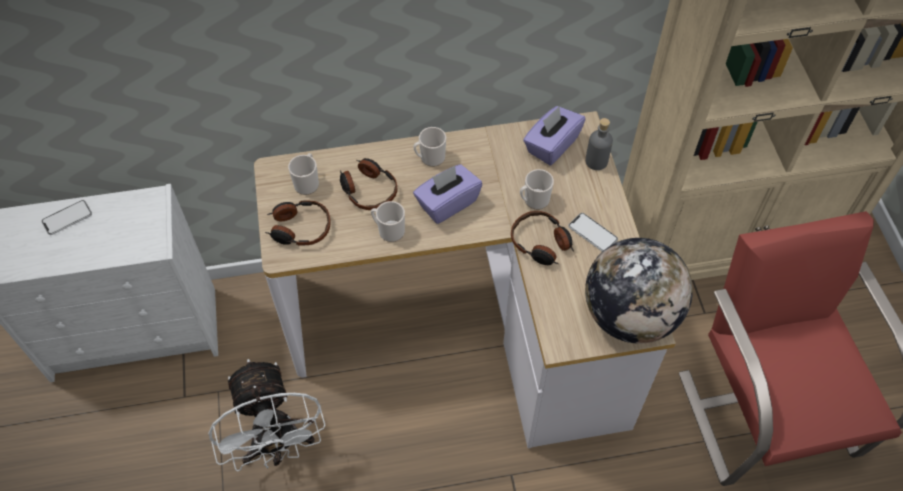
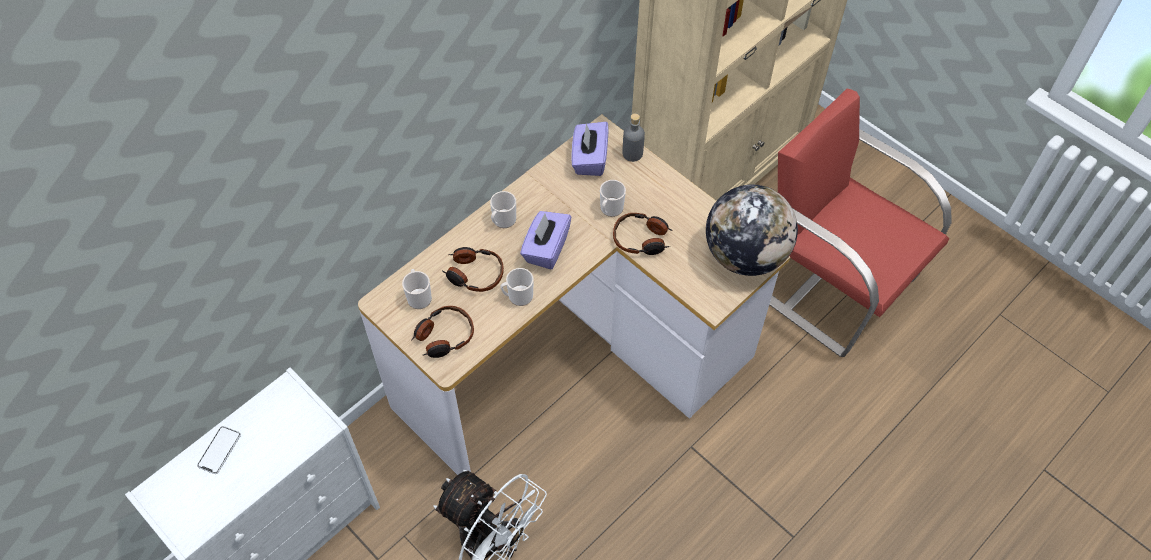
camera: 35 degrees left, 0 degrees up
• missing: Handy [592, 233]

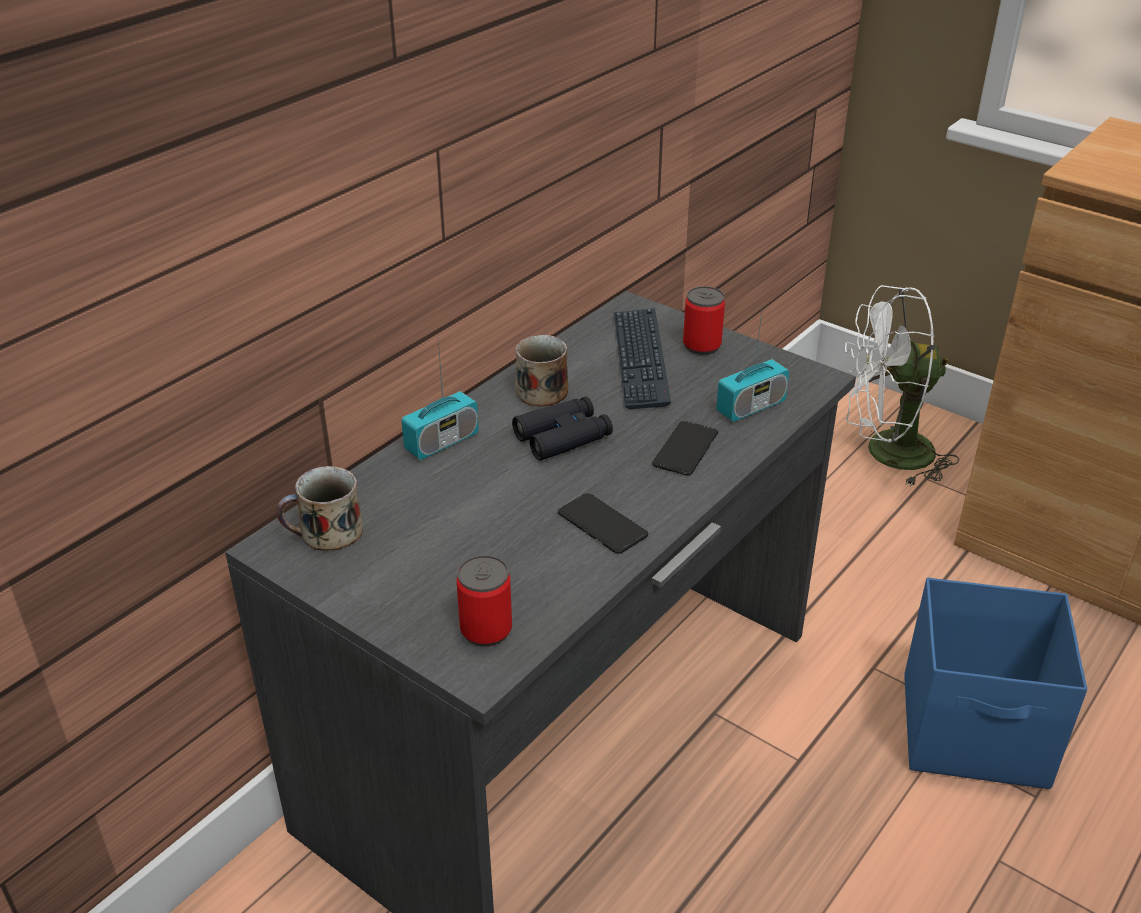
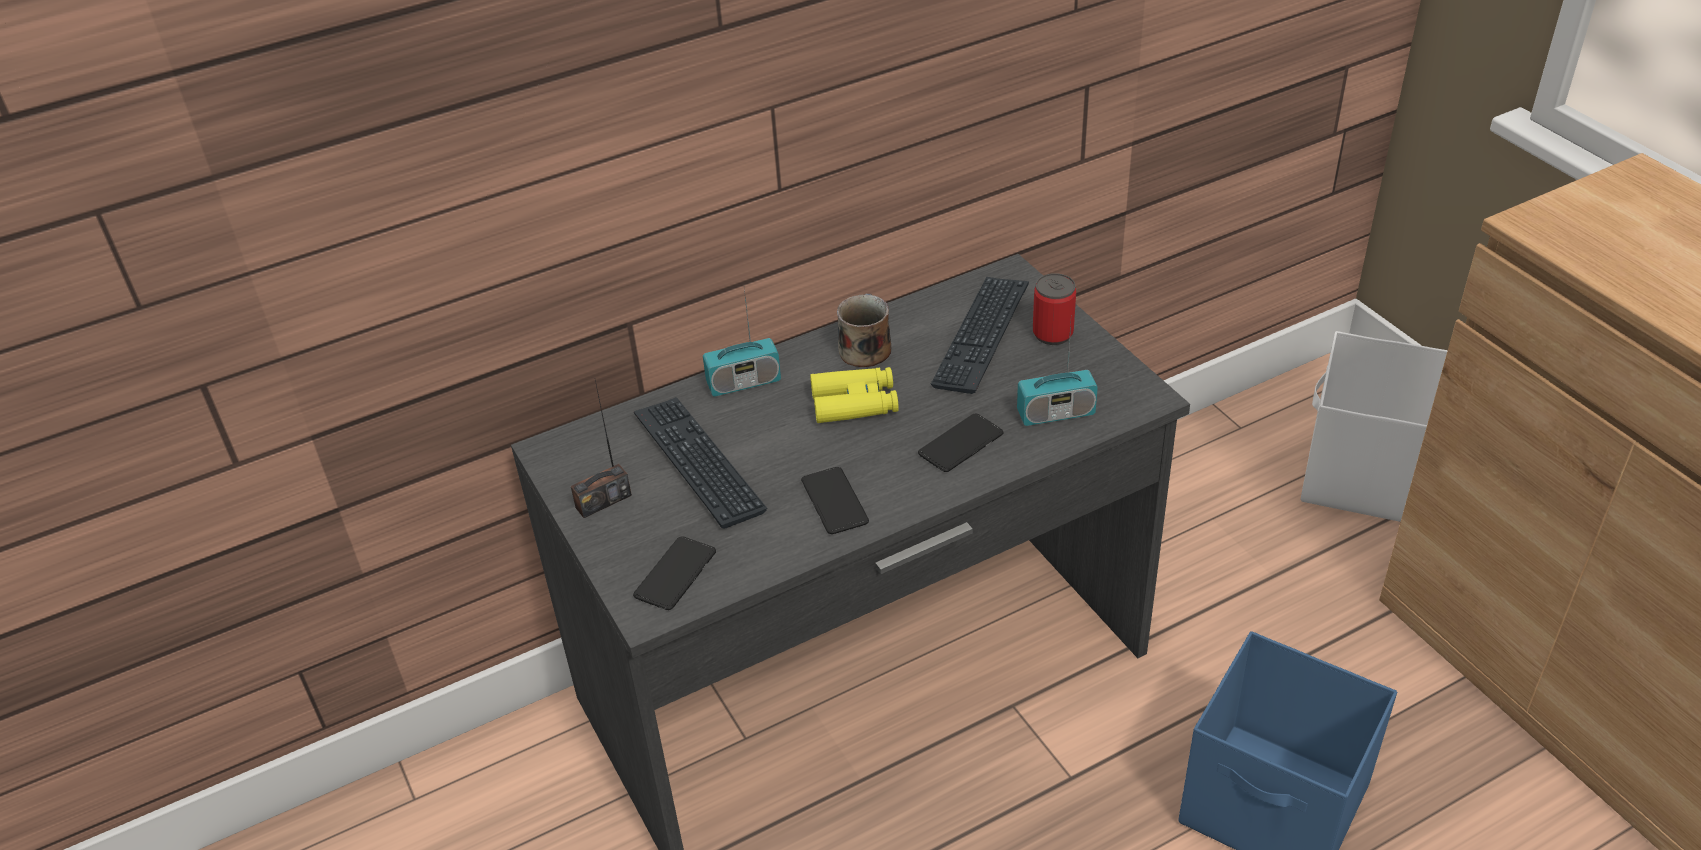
camera: 25 degrees right, 5 degrees up
• missing: Henkelbecher [328, 532]
• appeared: Radio [603, 501]
• appeared: Tastatur [698, 463]
• exchanged: Dose [486, 630] to Handy [675, 574]
• exchanged: Ventilator (weiß) [886, 454] to Aufbewahrungsbox (weiß) [1363, 476]
• colour: Fernglas (schwarz) [563, 437] to Fernglas (gelb) [855, 403]

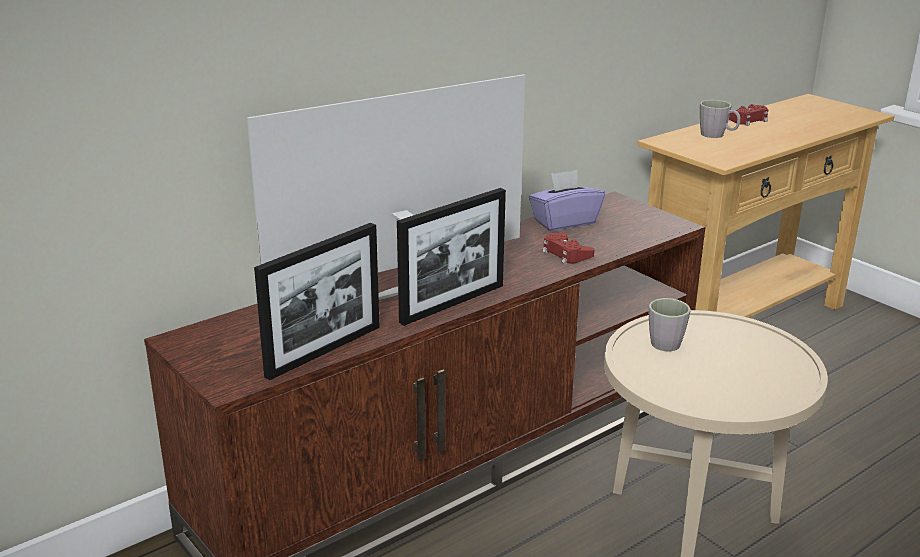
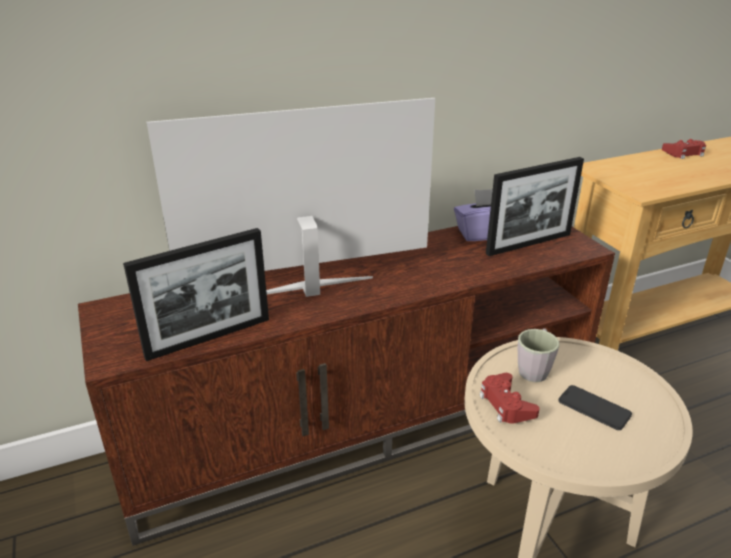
camera: 15 degrees right, 5 degrees up
• missing: Henkelbecher (grau) [717, 135]
• appeared: Handy [594, 408]
• relocated: Bilderrahmen [452, 303] to [528, 244]
• relocated: Gamepad (rot) [566, 254] to [506, 404]

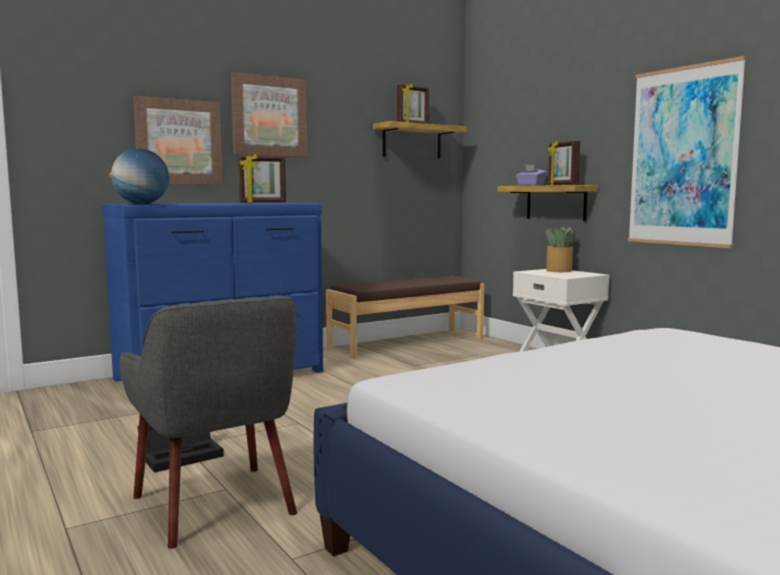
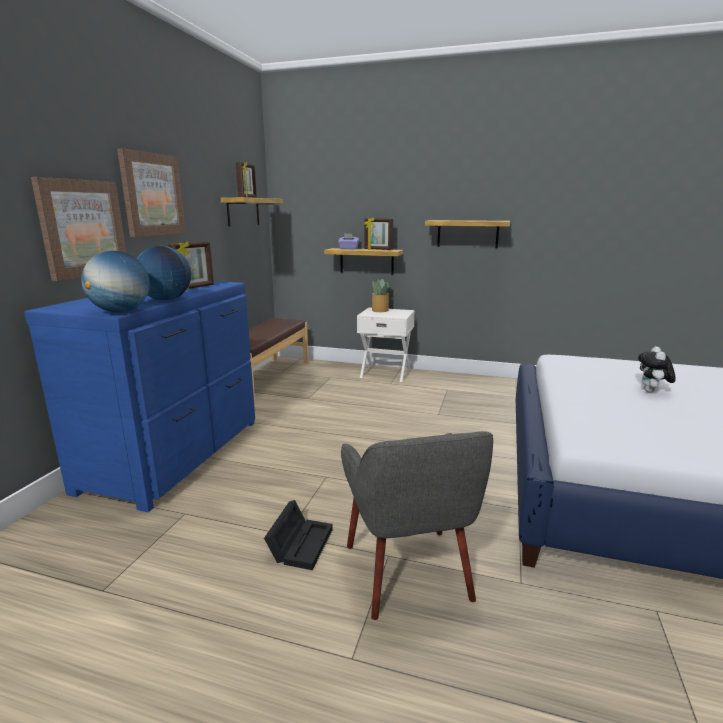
camera: 40 degrees left, 10 degrees up
• appeared: Globus [166, 299]
• appeared: Plüschtier [652, 391]
• exchanged: Bild [683, 156] to Wandregal [467, 234]
• spun: Sessel (grau) [216, 505] = [409, 572] 60 degrees clockwise

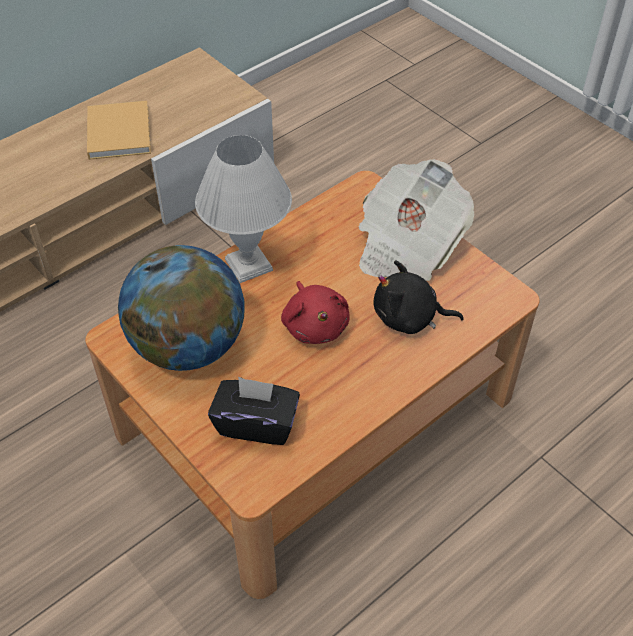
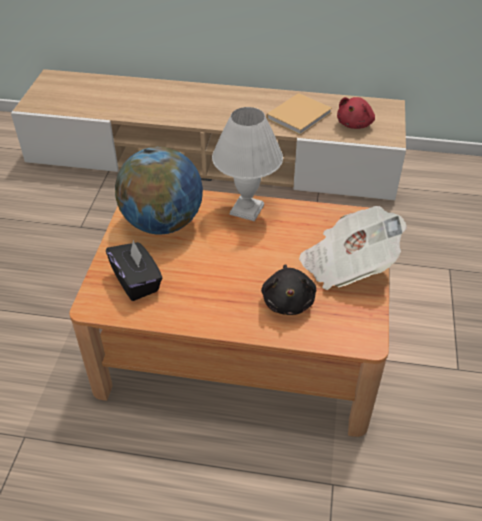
camera: 50 degrees right, 5 degrees down
• relocated: Plüschtier (rot) [315, 325] to [355, 124]
• spun: Plüschtier (schwarz) [409, 318] = [288, 301] 150 degrees counterclockwise

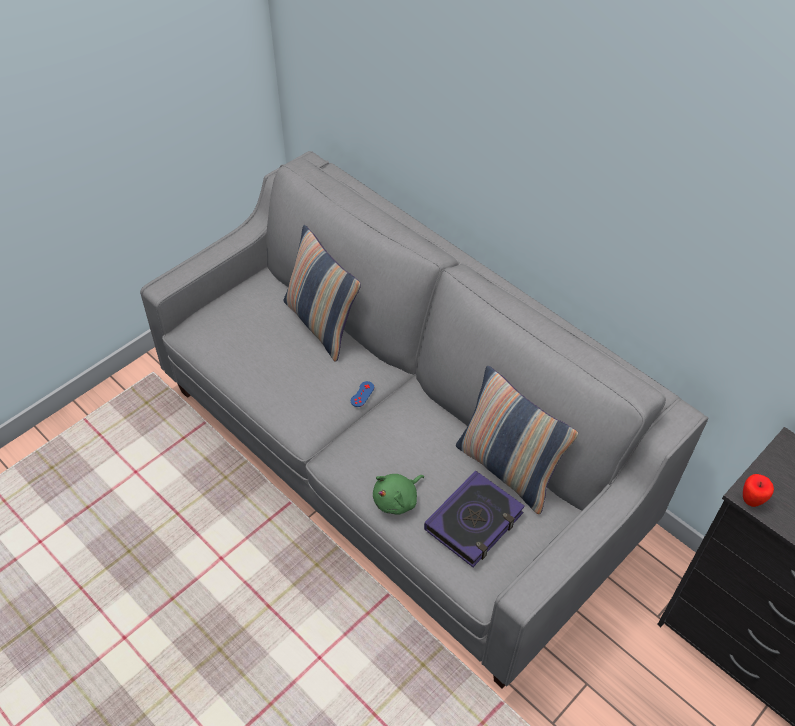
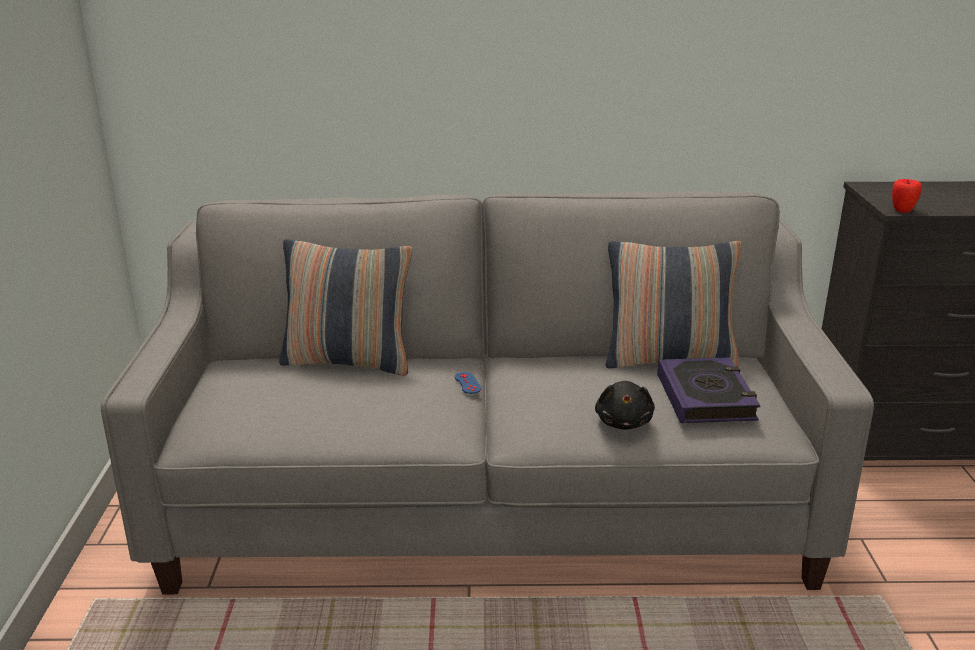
camera: 45 degrees left, 25 degrees down
• colour: Plüschtier (grün) [397, 499] to Plüschtier (schwarz) [624, 422]

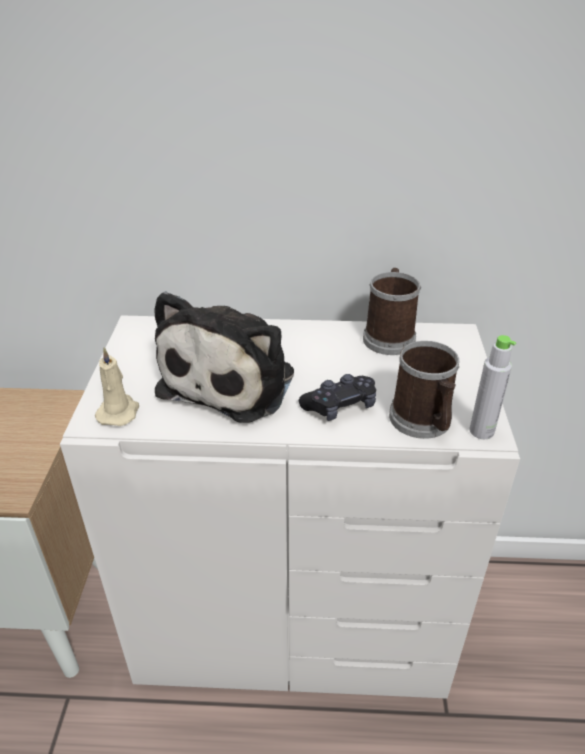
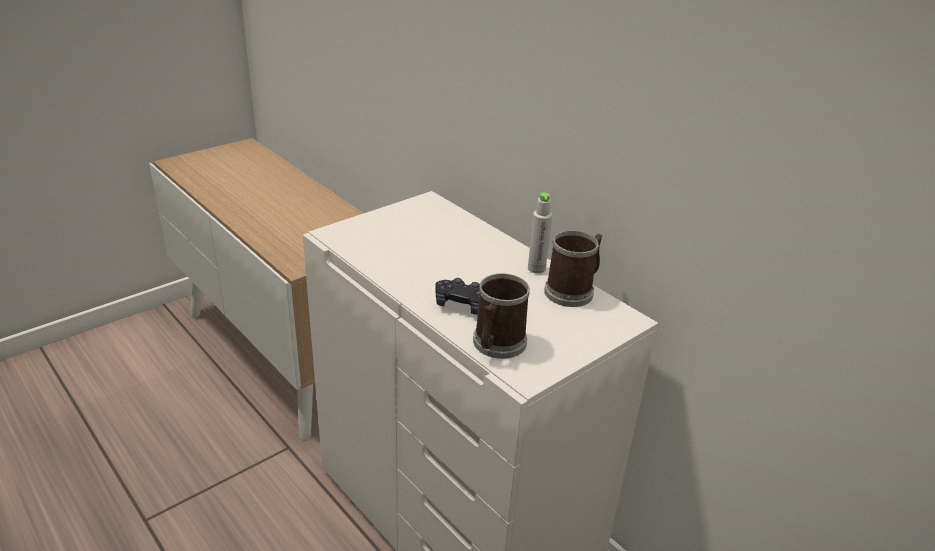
camera: 45 degrees right, 5 degrees down
• missing: Kerze (beige) [119, 411]
• missing: Plüschtier [232, 379]
• relocated: Flasche (grau) [481, 431] to [536, 269]

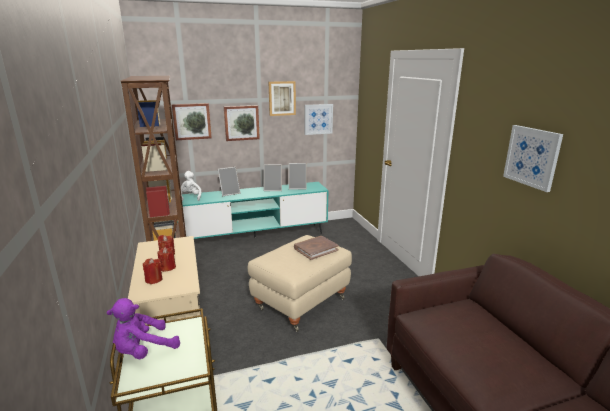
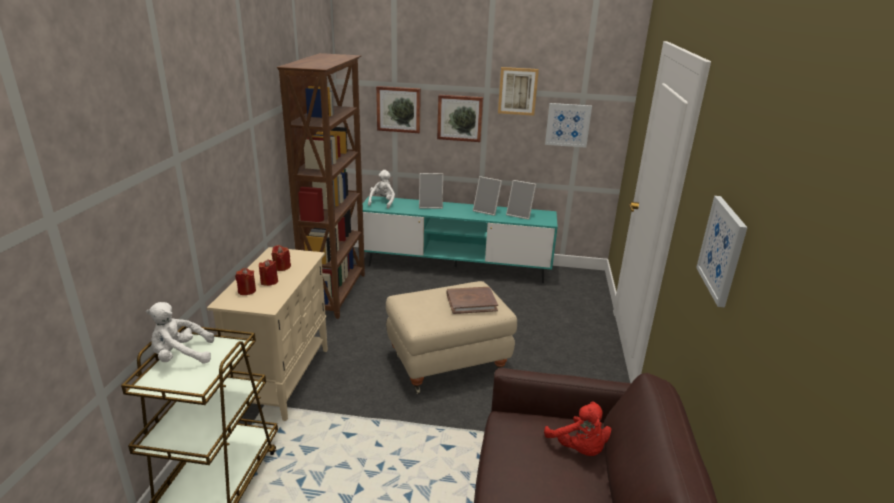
camera: 25 degrees right, 5 degrees up
• appeared: Plüschtier (rot) [579, 449]
• colour: Plüschtier (lila) [143, 351] to Plüschtier (weiß) [181, 356]

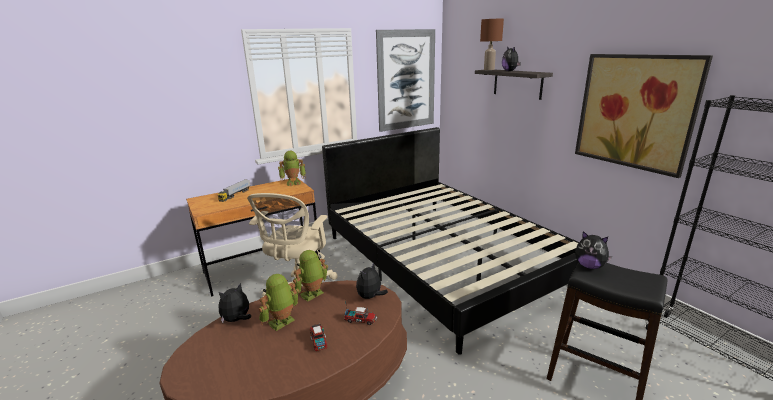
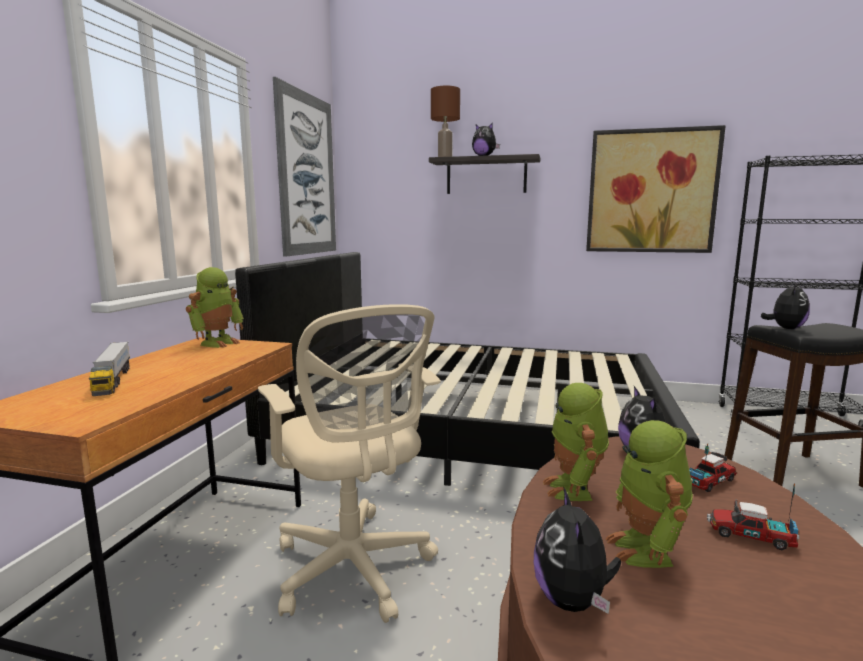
camera: 45 degrees left, 10 degrees down
• spun: Plüschtier [589, 266] = [785, 328] 45 degrees counterclockwise

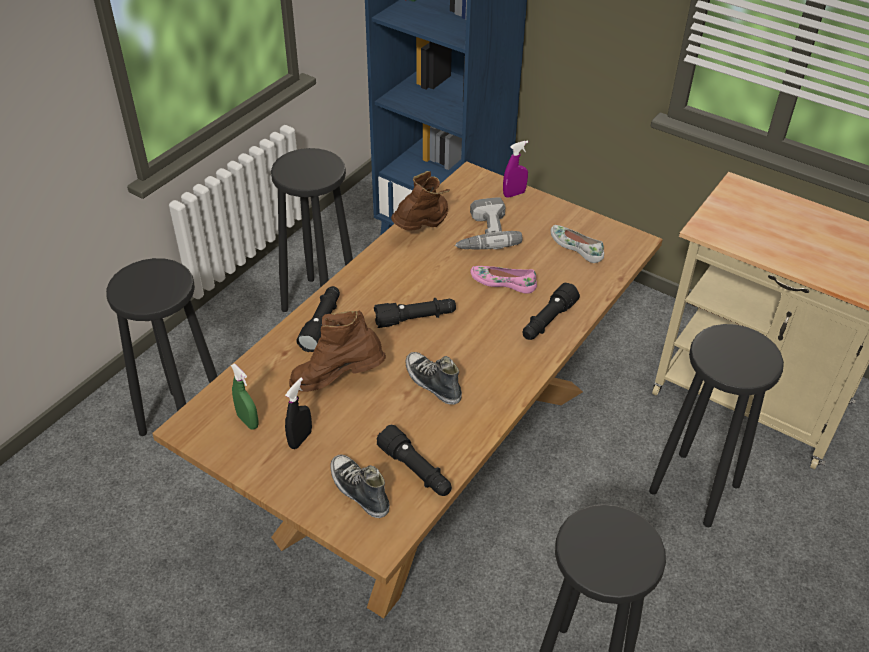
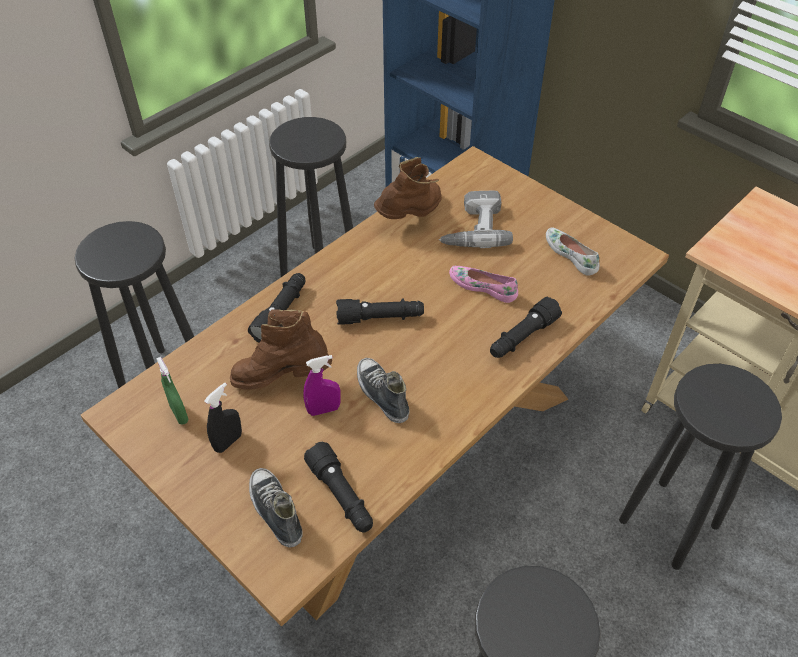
camera: 10 degrees right, 5 degrees up
• relocated: Sprühflasche (lila) [514, 194] to [323, 410]

